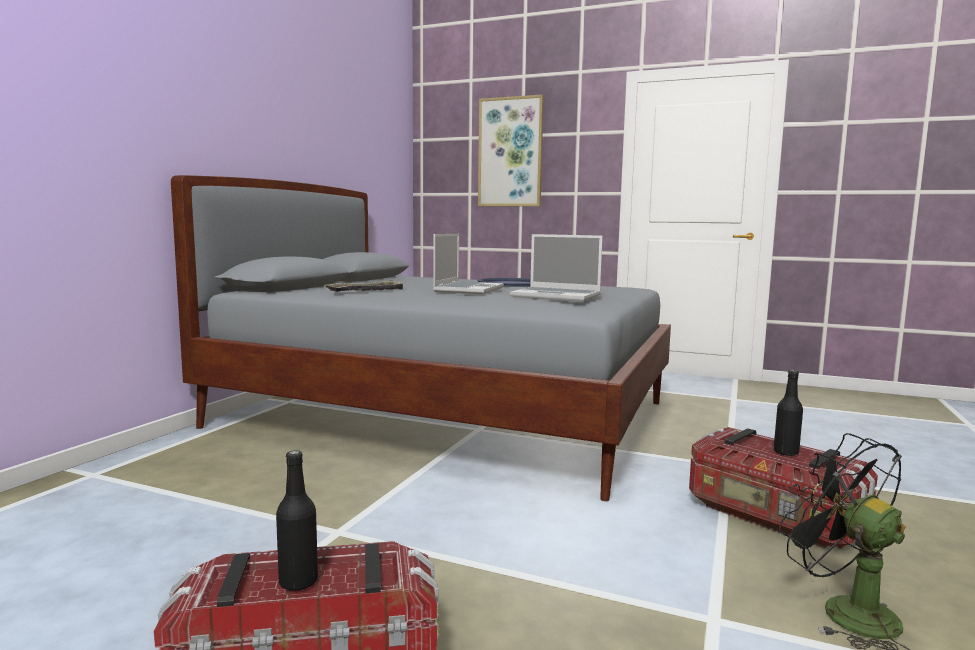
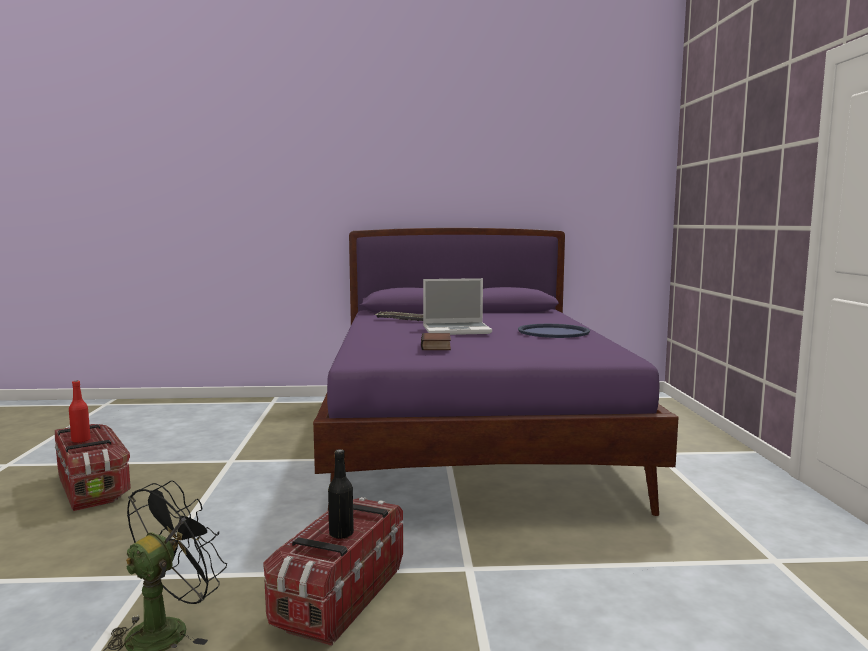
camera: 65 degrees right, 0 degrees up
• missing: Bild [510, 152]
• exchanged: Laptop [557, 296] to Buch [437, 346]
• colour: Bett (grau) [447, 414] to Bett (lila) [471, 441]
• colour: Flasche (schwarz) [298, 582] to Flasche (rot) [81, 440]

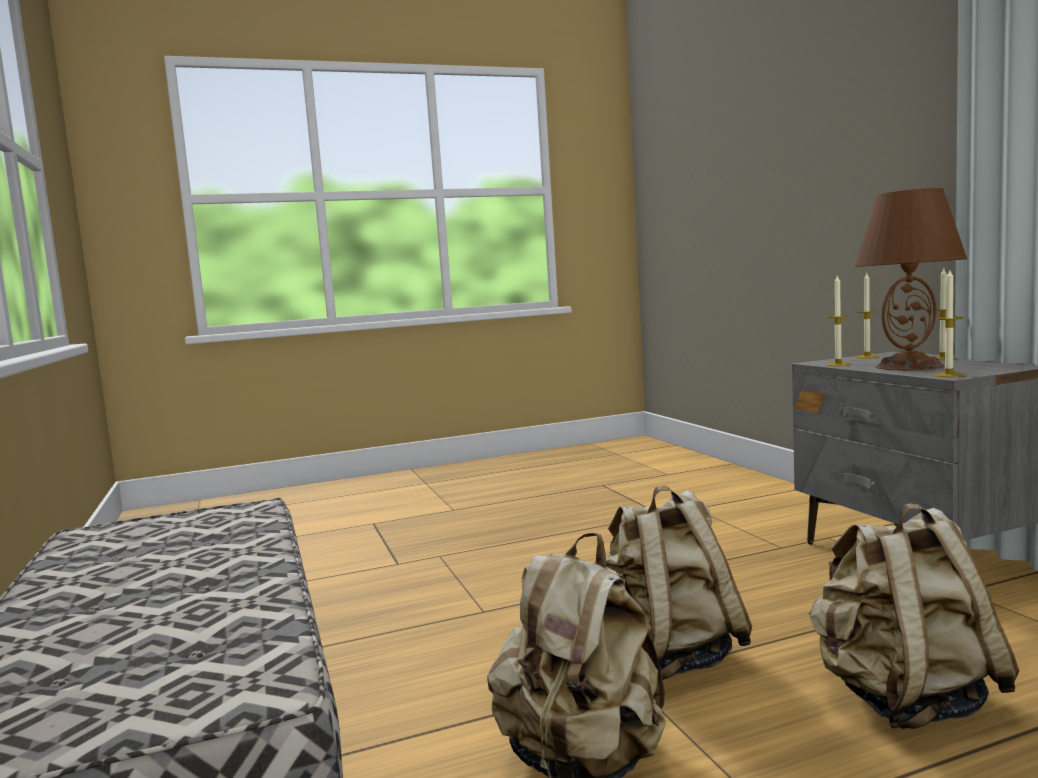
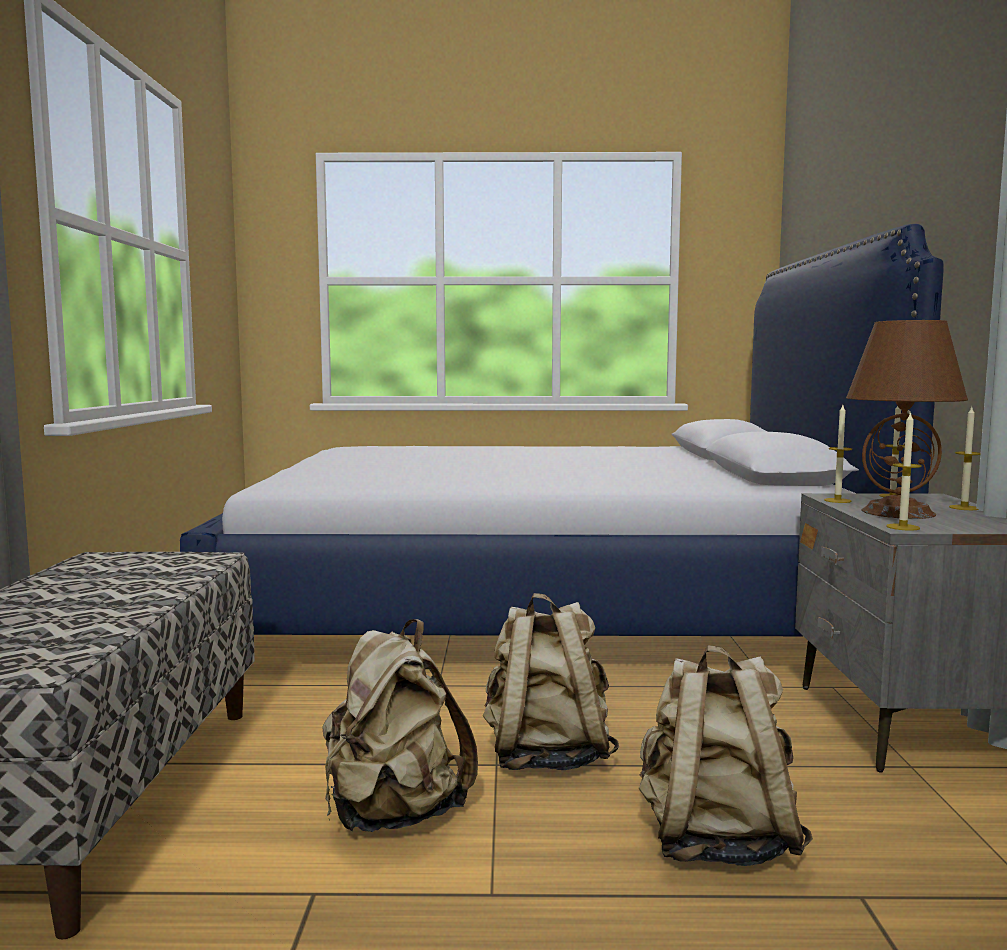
camera: 20 degrees right, 0 degrees up
• appeared: Bett [543, 604]

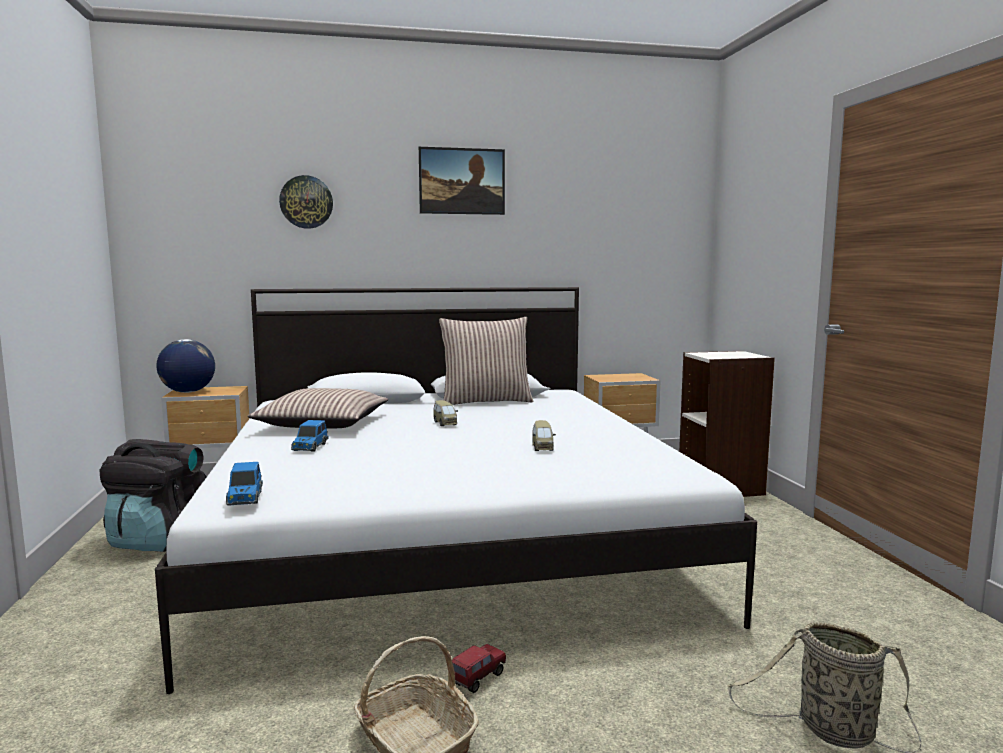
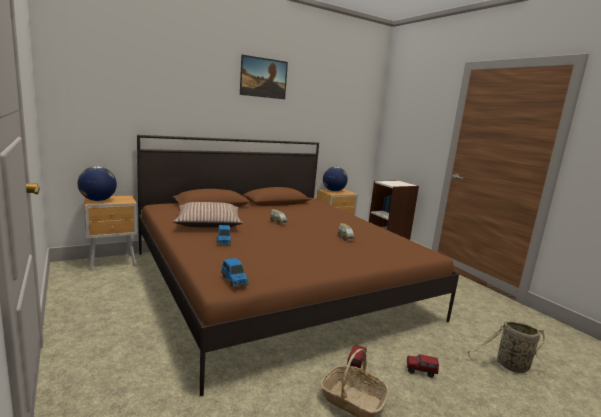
camera: 20 degrees left, 5 degrees up
• missing: Rucksack (schwarz) [159, 540]
• missing: Wanduhr [306, 202]
• missing: Kissen [486, 401]
• appeared: Globus [333, 191]
• appeared: Spielzeuglaster [420, 372]
• colour: Bett (weiß) [445, 536] to Bett (braun) [276, 284]

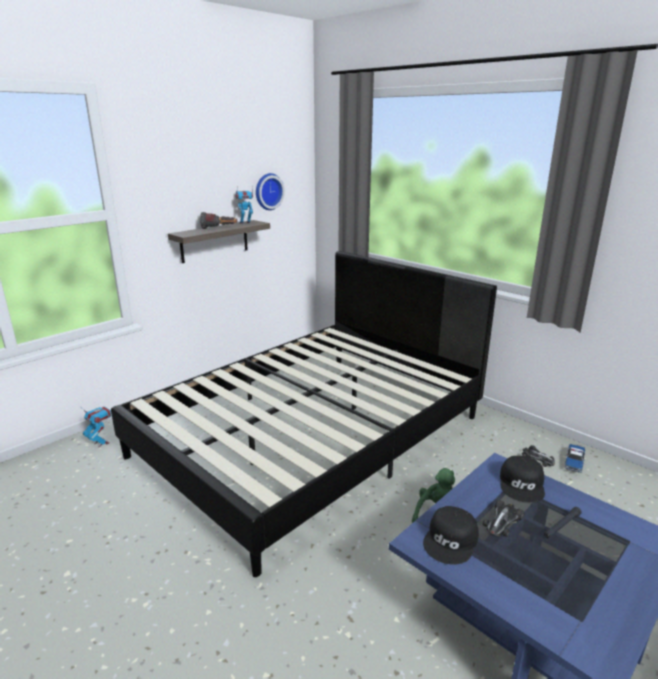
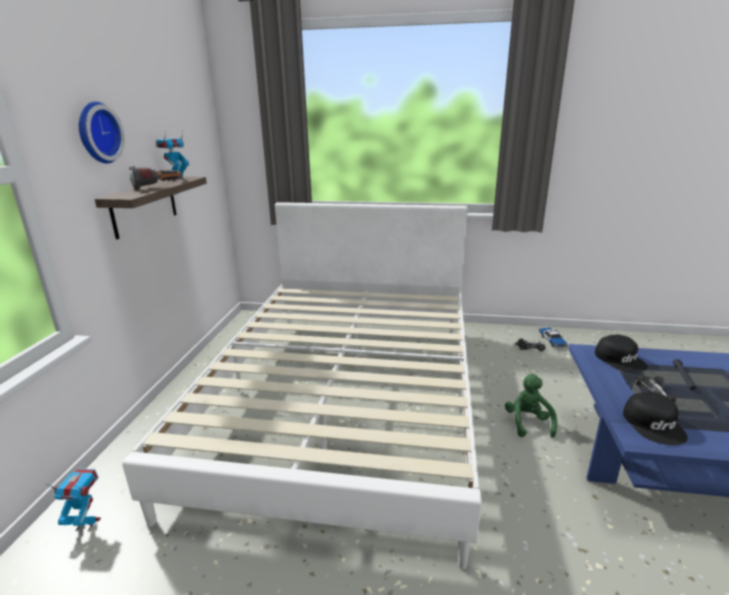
camera: 35 degrees left, 0 degrees up
• relocated: Wanduhr [268, 191] to [97, 133]
• colour: Bett (schwarz) [312, 436] to Bett (weiß) [346, 400]

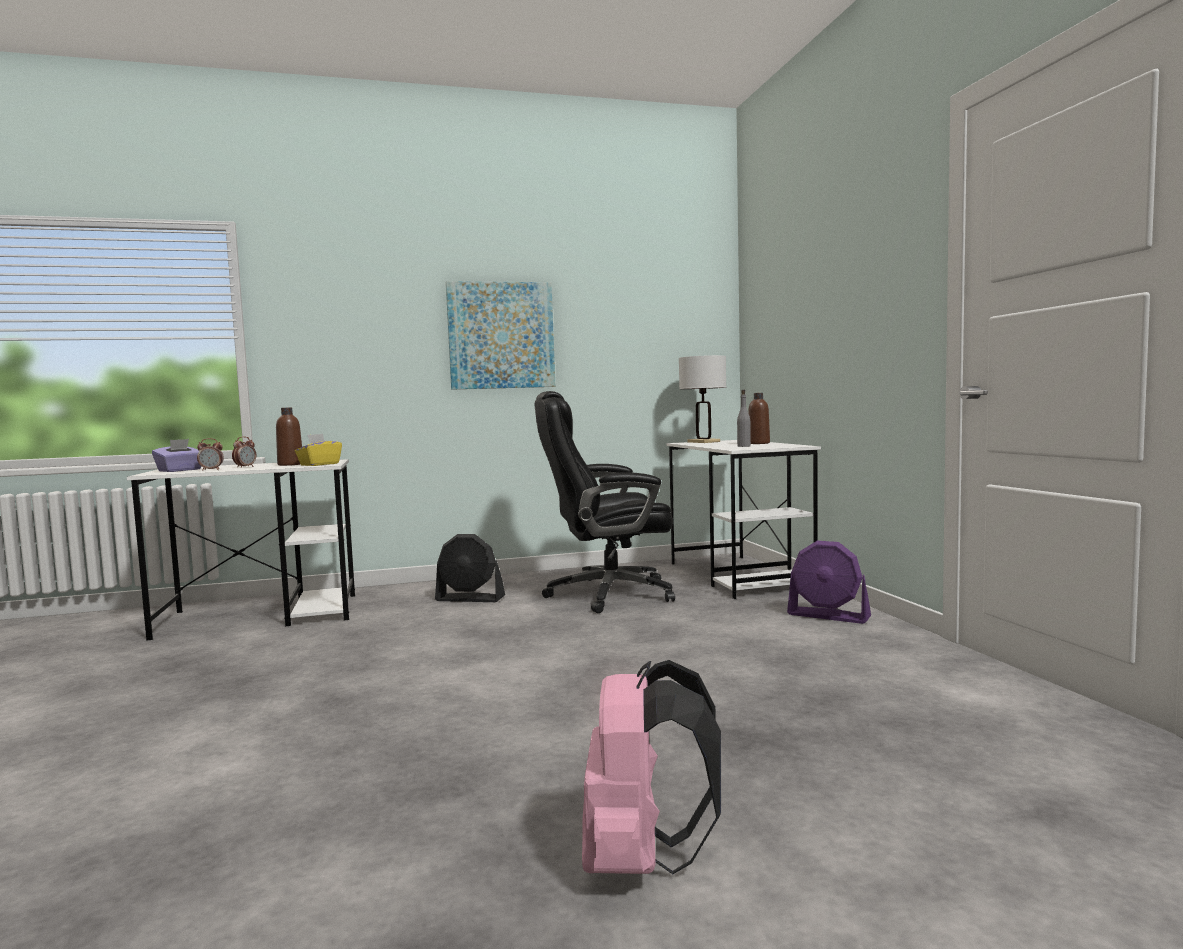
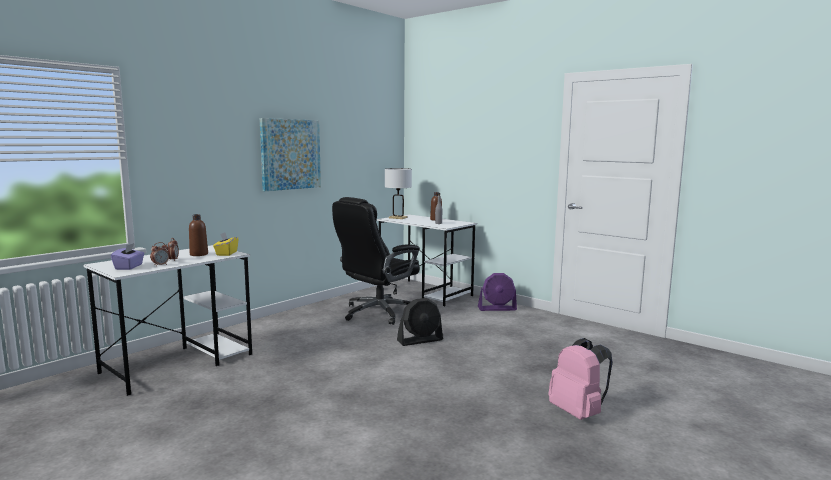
camera: 35 degrees left, 5 degrees up
• relocated: Ventilator (schwarz) [470, 598] to [420, 340]

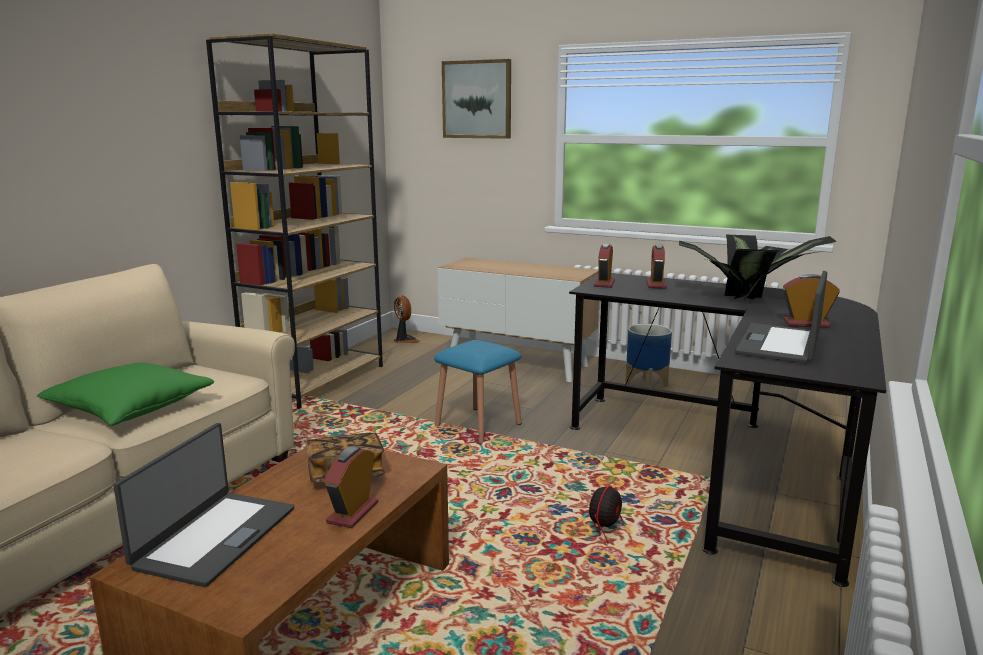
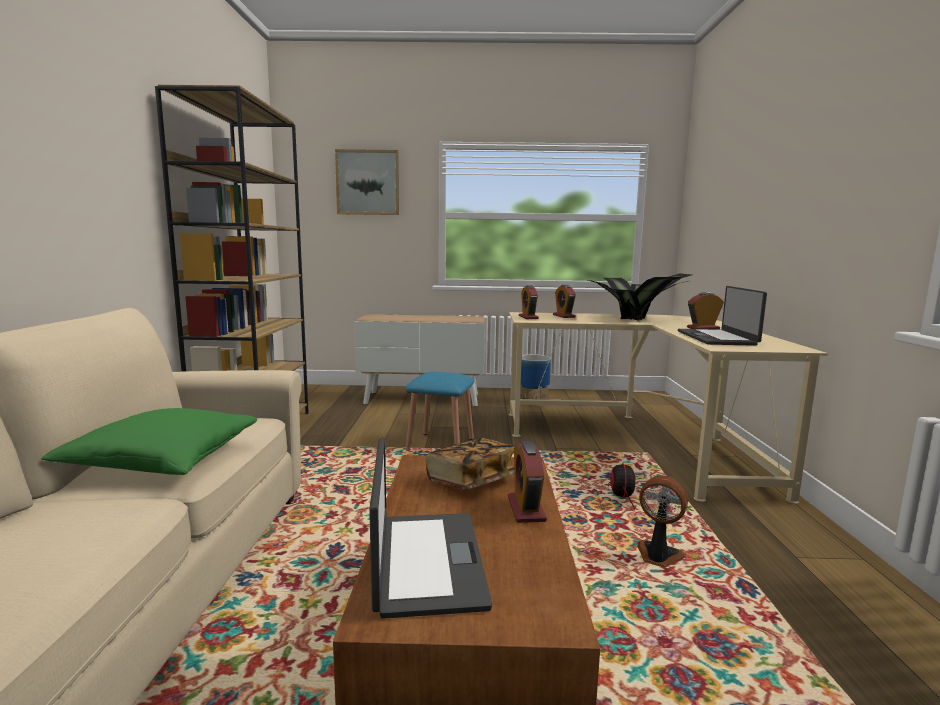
camera: 25 degrees left, 5 degrees down
• relocated: Ventilator [405, 340] to [658, 556]
• colour: Schreibtisch (schwarz) [728, 461] to Schreibtisch (beige) [641, 441]

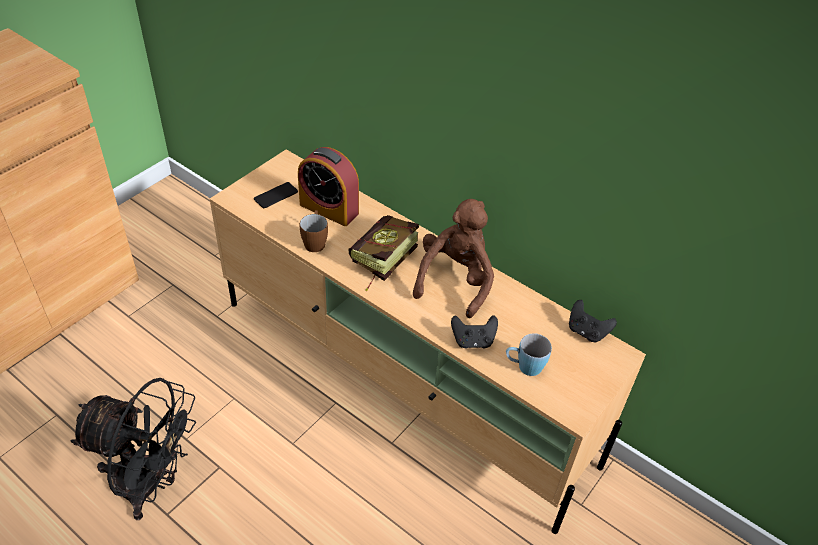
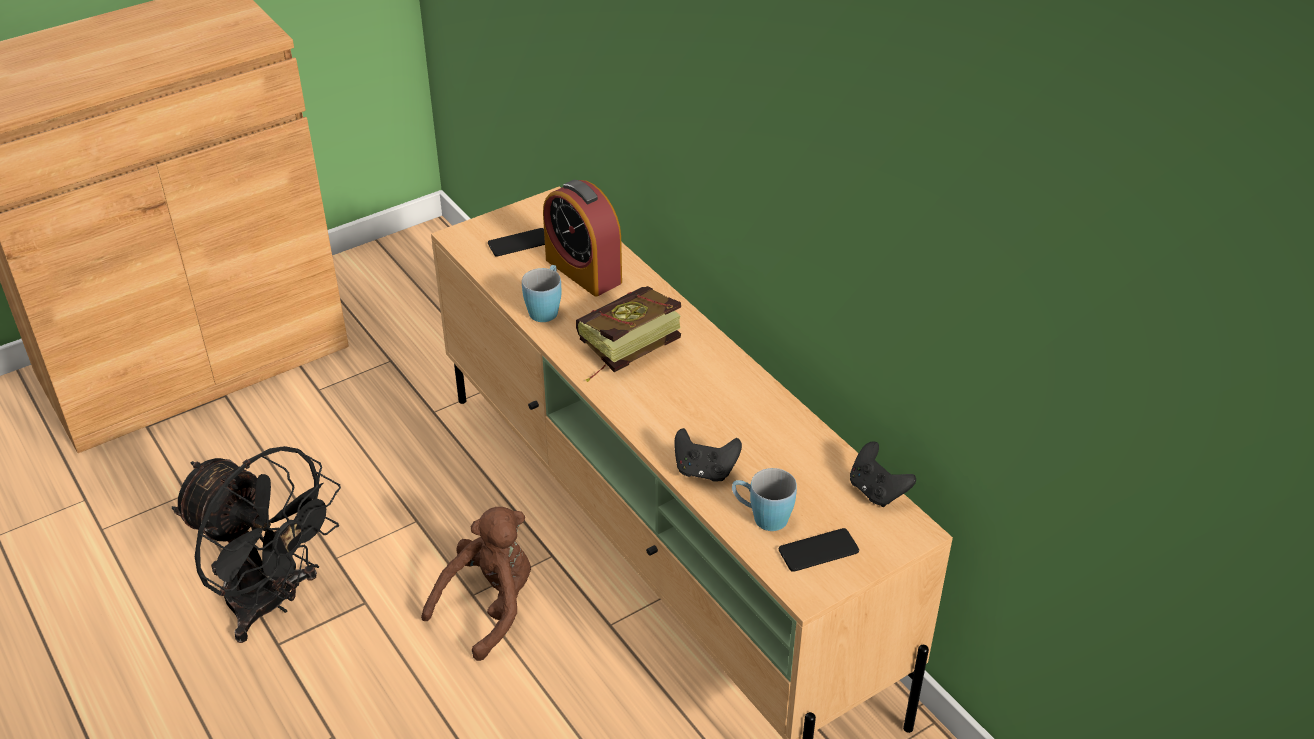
camera: 20 degrees right, 5 degrees down
• appeared: Handy [818, 551]
• relocated: Plüschtier (braun) [455, 280] to [489, 607]
• colour: Henkelbecher (braun) [315, 241] to Henkelbecher (blau) [546, 308]

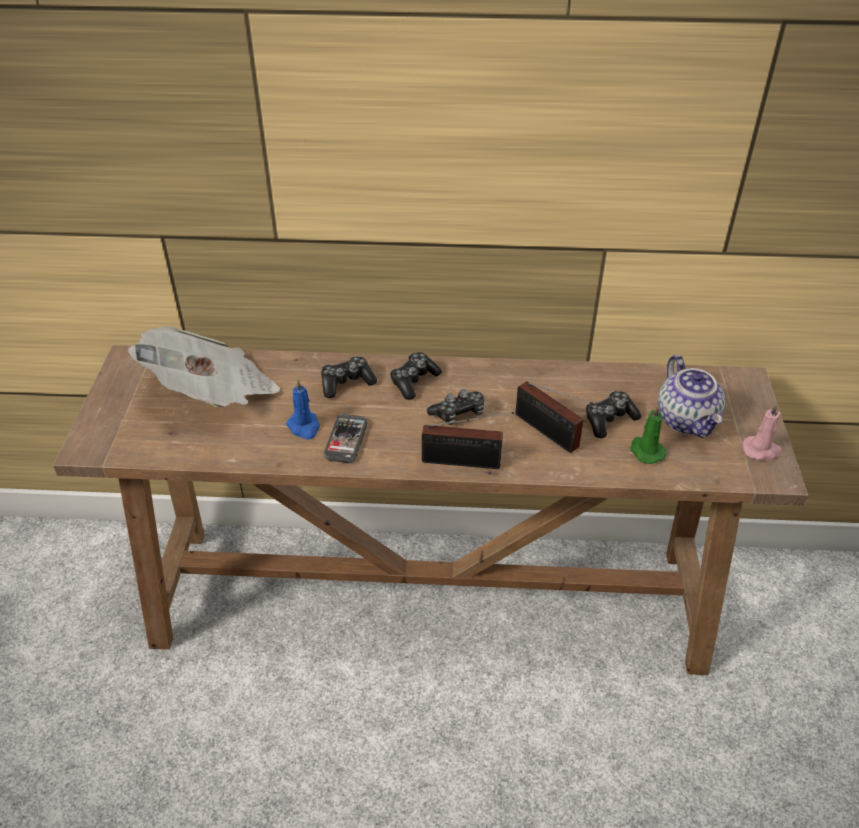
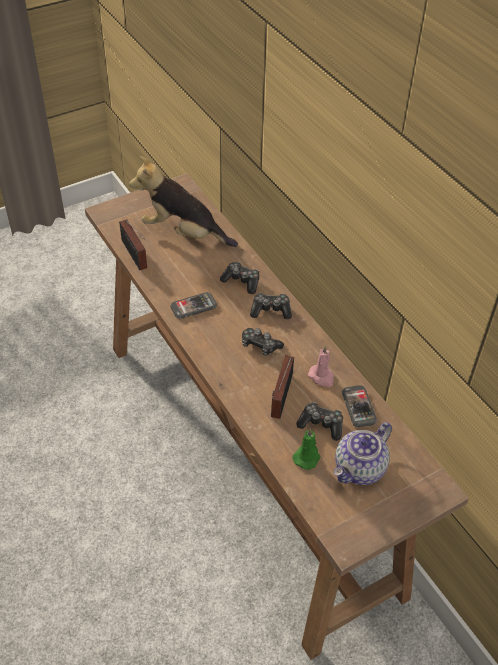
camera: 55 degrees right, 5 degrees up
• missing: Kerze (blau) [304, 427]
• appeared: Handy [358, 407]
• relocated: Radio [465, 462] to [134, 256]
• relocated: Kerze (rosa) [761, 450] to [322, 377]
• exchanged: Zeitung [213, 393] to Plüschtier [183, 233]

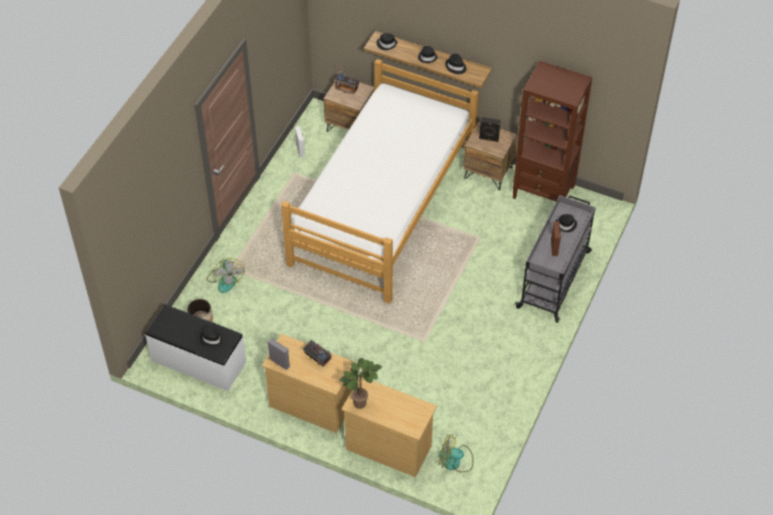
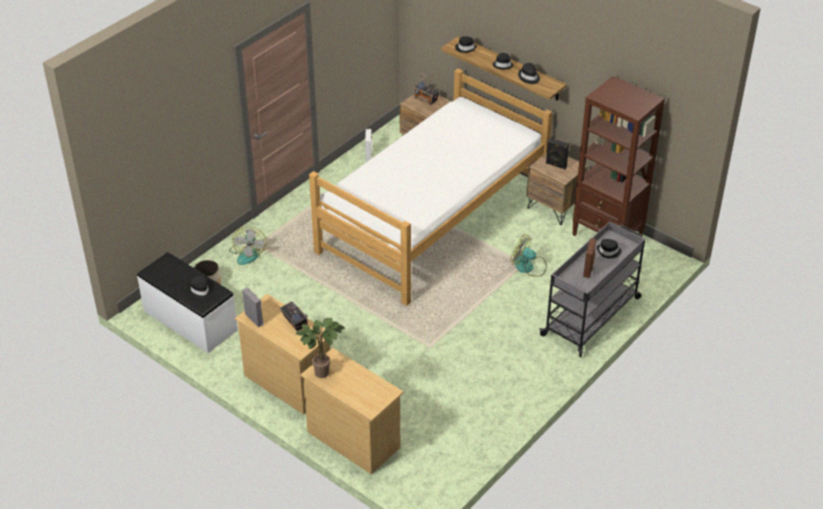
camera: 15 degrees right, 10 degrees down
• relocated: Ventilator [455, 461] to [528, 267]

